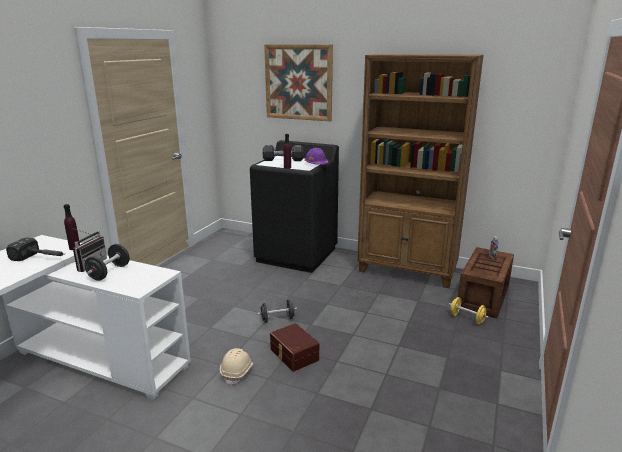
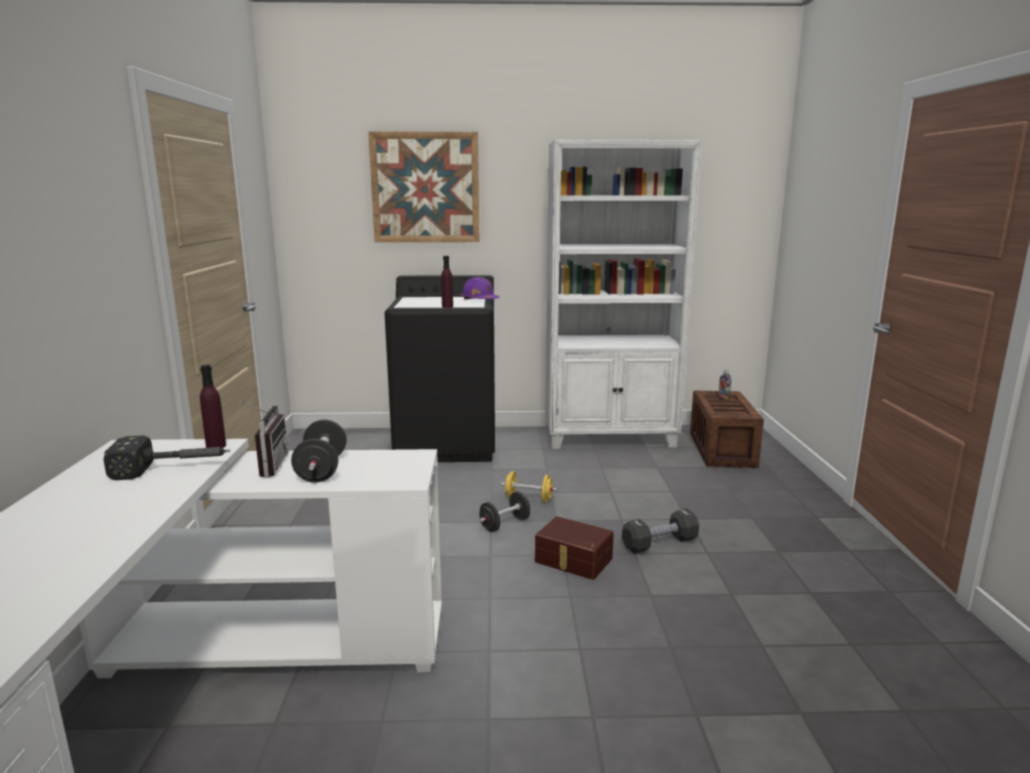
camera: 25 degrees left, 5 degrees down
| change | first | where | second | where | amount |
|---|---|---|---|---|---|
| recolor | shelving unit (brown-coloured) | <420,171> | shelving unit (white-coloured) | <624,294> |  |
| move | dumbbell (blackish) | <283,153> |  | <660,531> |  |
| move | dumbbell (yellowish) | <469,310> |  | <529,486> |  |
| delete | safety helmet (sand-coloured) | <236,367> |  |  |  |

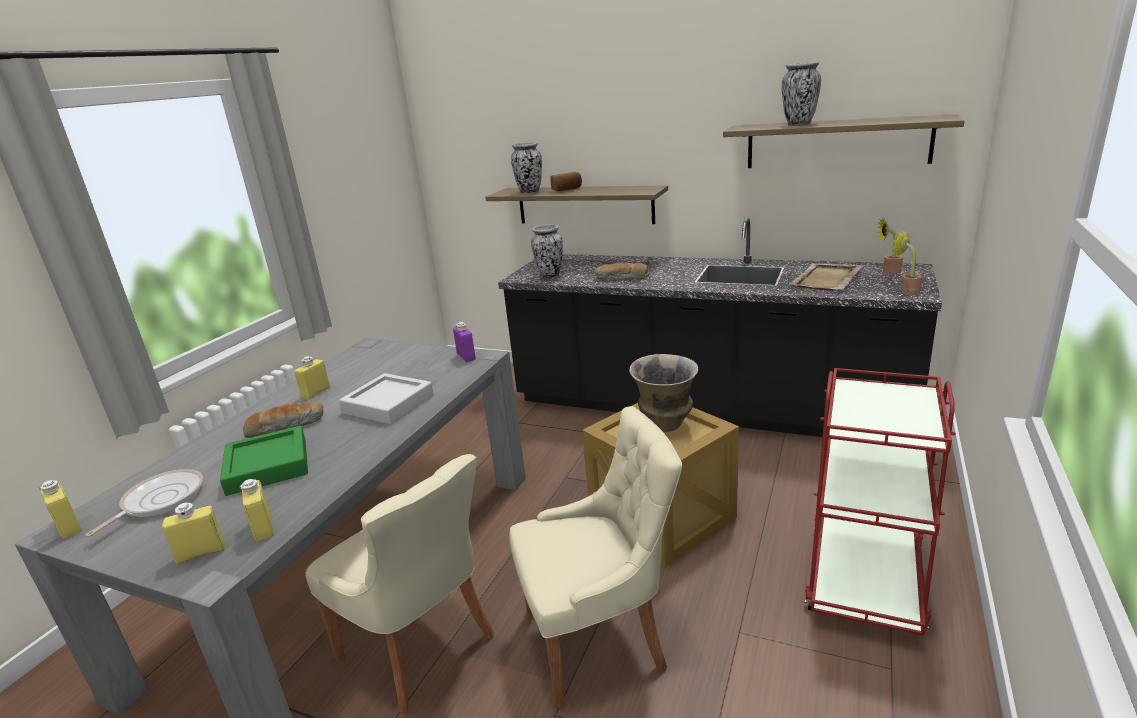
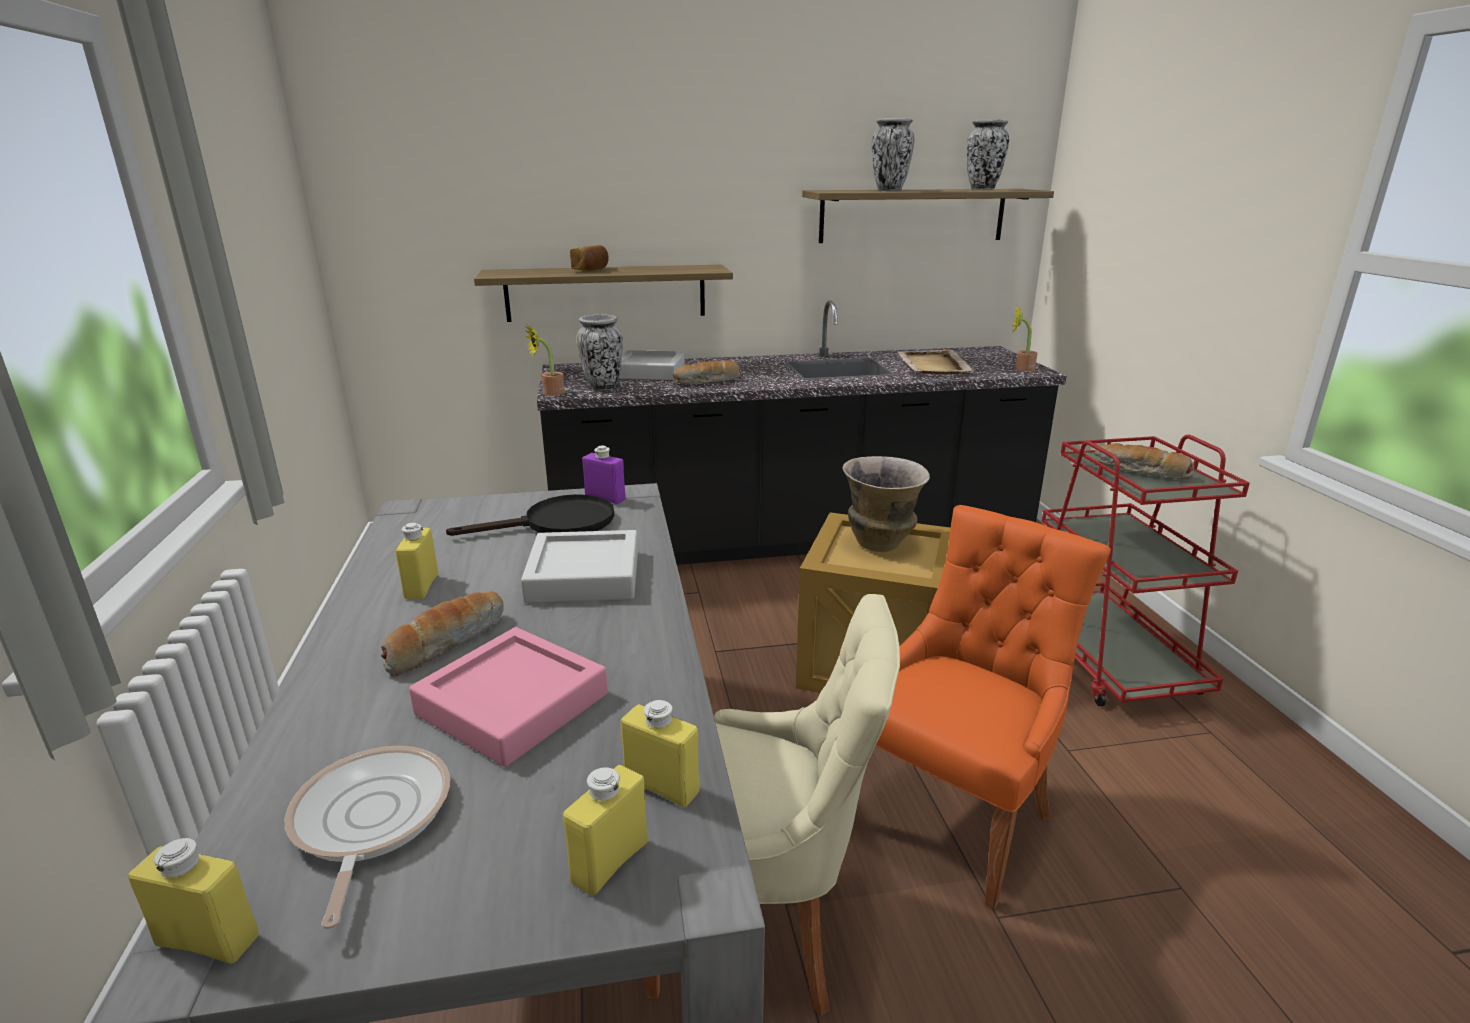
camera: 35 degrees left, 0 degrees up
| change | first | where | second | where | amount |
|---|---|---|---|---|---|
| move | vase | <526,168> |  | <988,154> |  |
| move | potted plant | <890,246> |  | <545,360> |  |
| recolor | chair (sand-coloured) | <595,557> | chair (orange) | <993,707> |  |
| recolor | carrying tray (greenish) | <264,461> | carrying tray (pinkish) | <508,697> |  |
| insert |  |  | carrying tray (grey) | <651,365> |  |
| insert |  |  | baked bread | <1144,461> |  |
| insert |  |  | pan (blackish) | <530,515> |  |

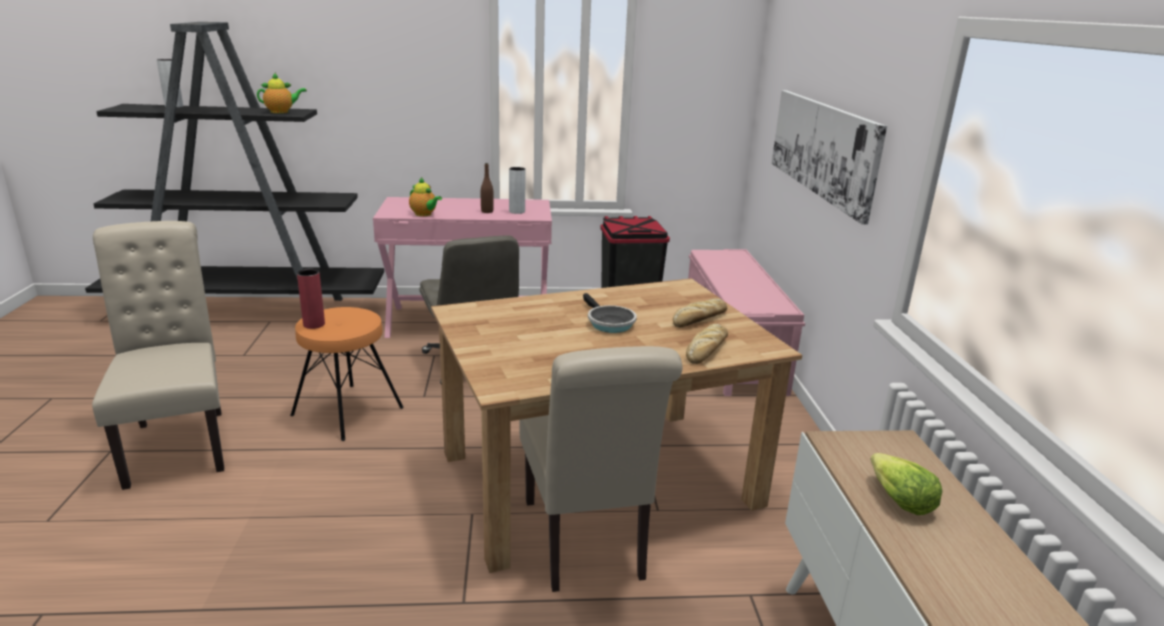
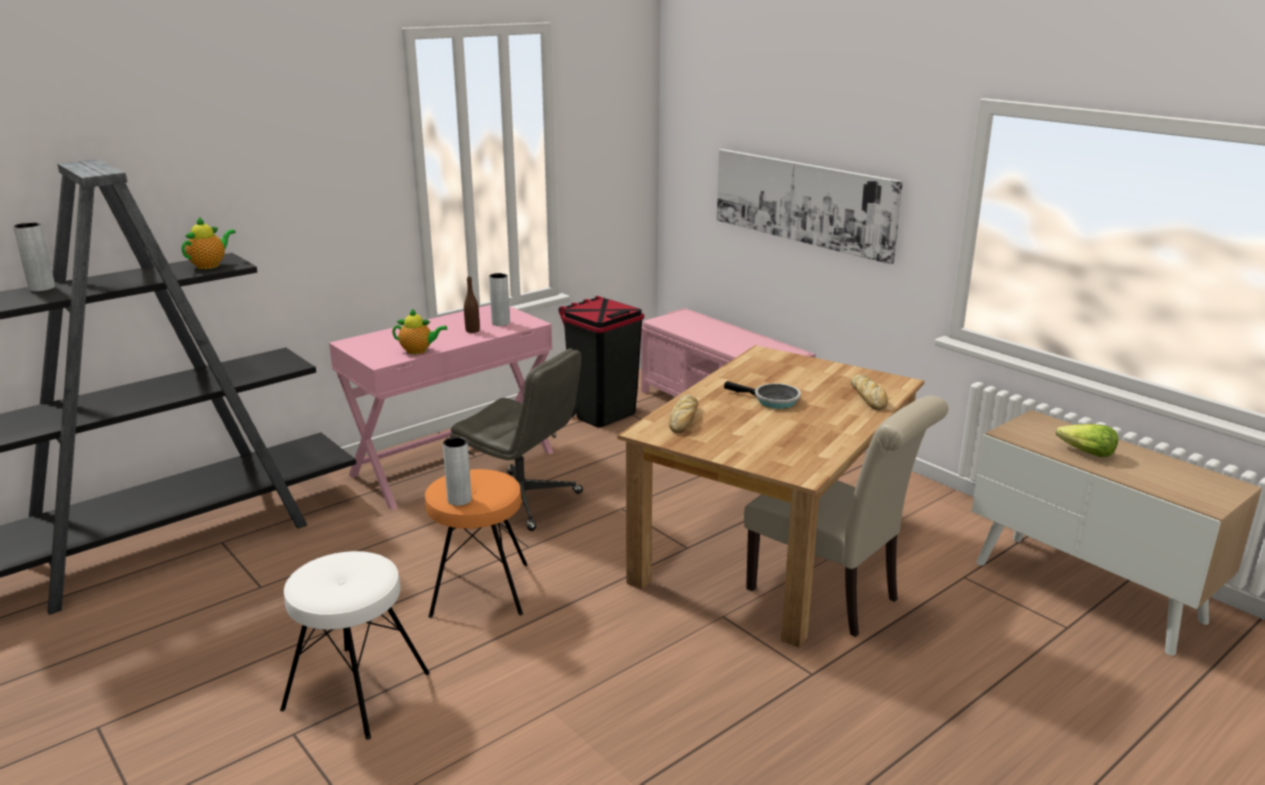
camera: 35 degrees left, 0 degrees up
| change | first | where | second | where | amount |
|---|---|---|---|---|---|
| replace | chair (sand-coloured) | <158,355> | stool (white-coloured) | <355,645> |  |
| recolor | vase (red-coloured) | <311,299> | vase (grey) | <457,471> |  |
| move | baked bread | <700,313> |  | <683,414> |  |

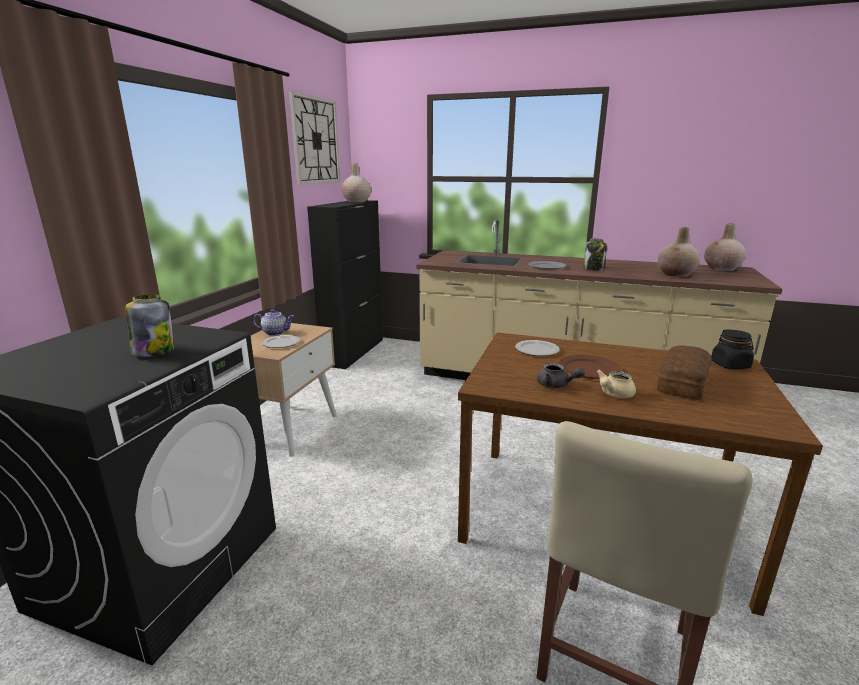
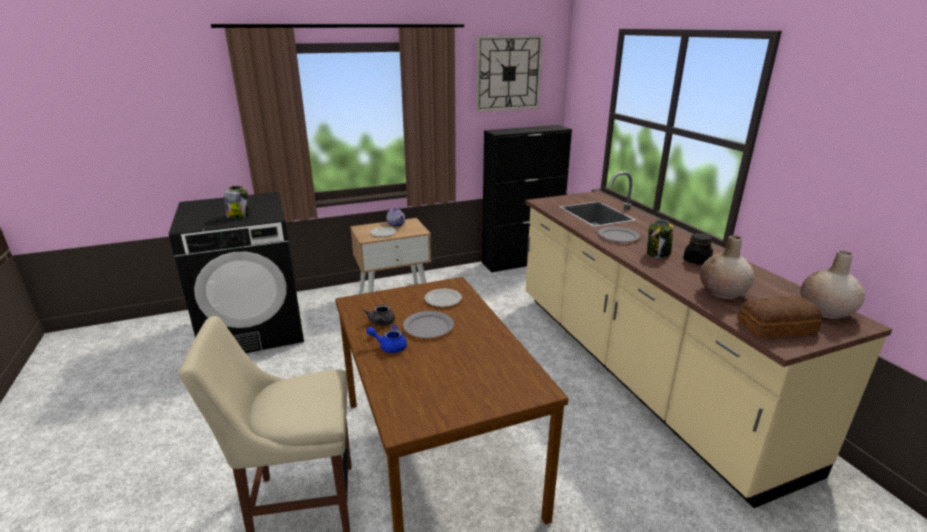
camera: 50 degrees right, 5 degrees up
| change | first | where | second | where | amount |
|---|---|---|---|---|---|
| delete | vase (sand-coloured) | <356,182> |  |  |  |
| move | jar (blackish) | <732,349> |  | <698,249> |  |
| move | baked bread | <684,372> |  | <779,317> |  |
| recolor | dinner plate (brown-coloured) | <590,367> | dinner plate (grey) | <428,324> |  |
| recolor | pot for tea (sand-coloured) | <616,384> | pot for tea (blue-coloured) | <386,338> |  |

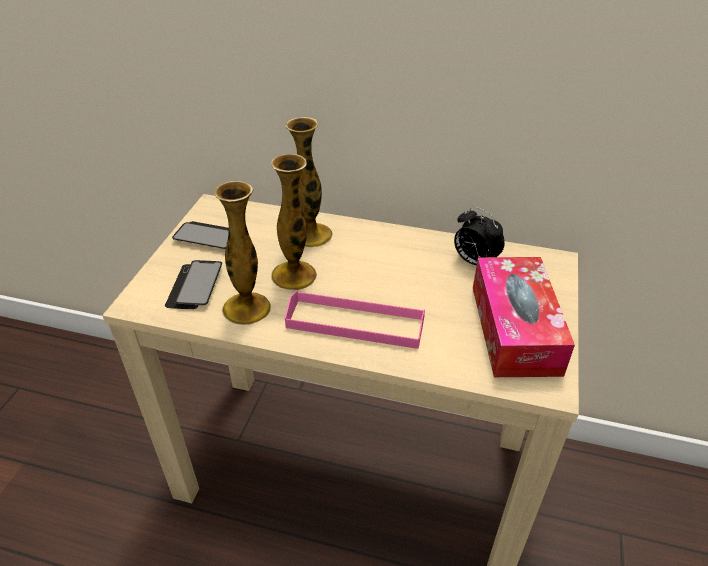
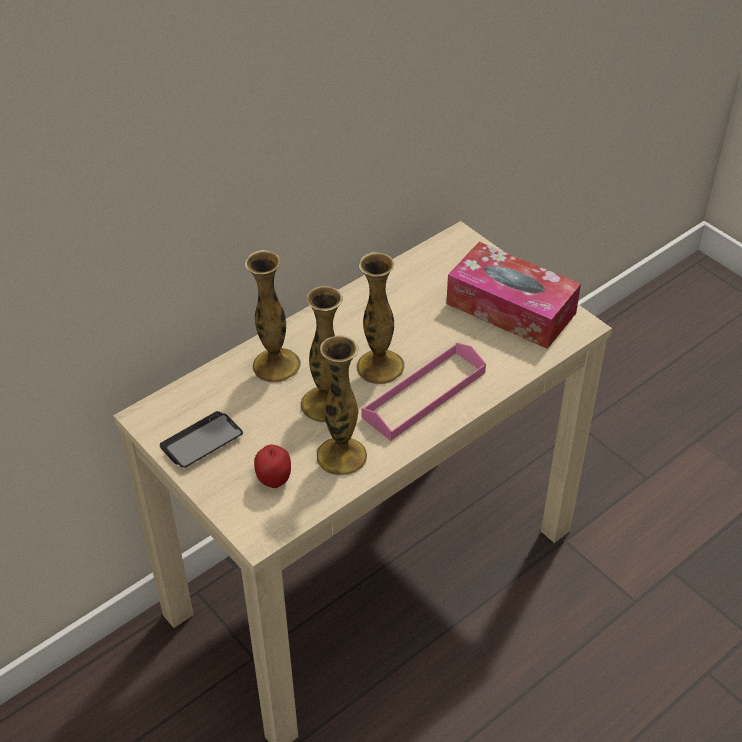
camera: 55 degrees left, 5 degrees up
| change | first | where | second | where | amount |
|---|---|---|---|---|---|
| delete | alarm clock | <479,236> |  |  |  |
| replace | phone | <193,284> | apple fruit | <272,466> |  |
| insert |  |  | vase | <381,318> |  |

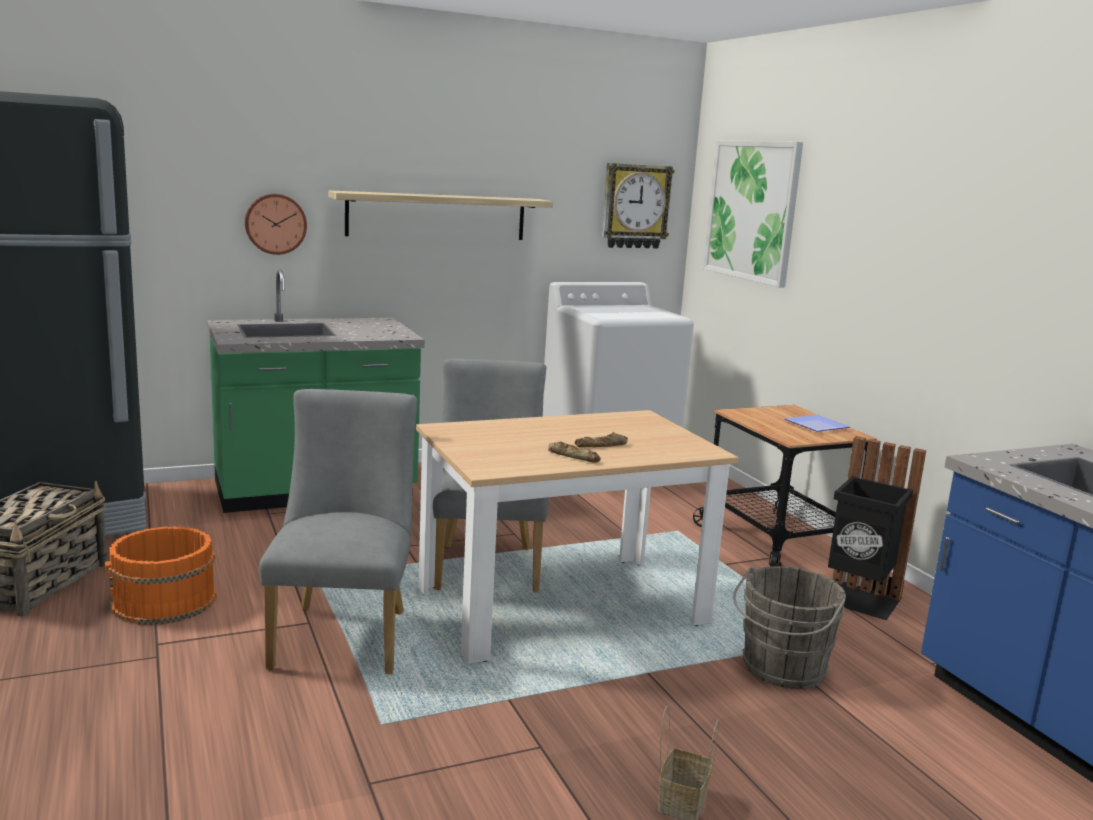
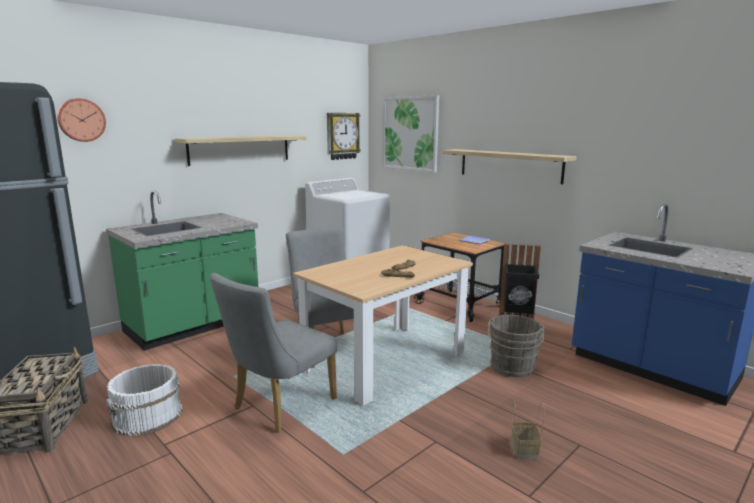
camera: 20 degrees left, 0 degrees up
| change | first | where | second | where | amount |
|---|---|---|---|---|---|
| move | wall clock | <276,224> |  | <81,120> |  |
| rotate | chair (grey) | <338,531> |  | <274,352> | 120 degrees counterclockwise |
| recolor | bucket (orange) | <161,575> | bucket (white-coloured) | <144,400> |  |
| insert |  |  | wall shelf | <509,166> |  |

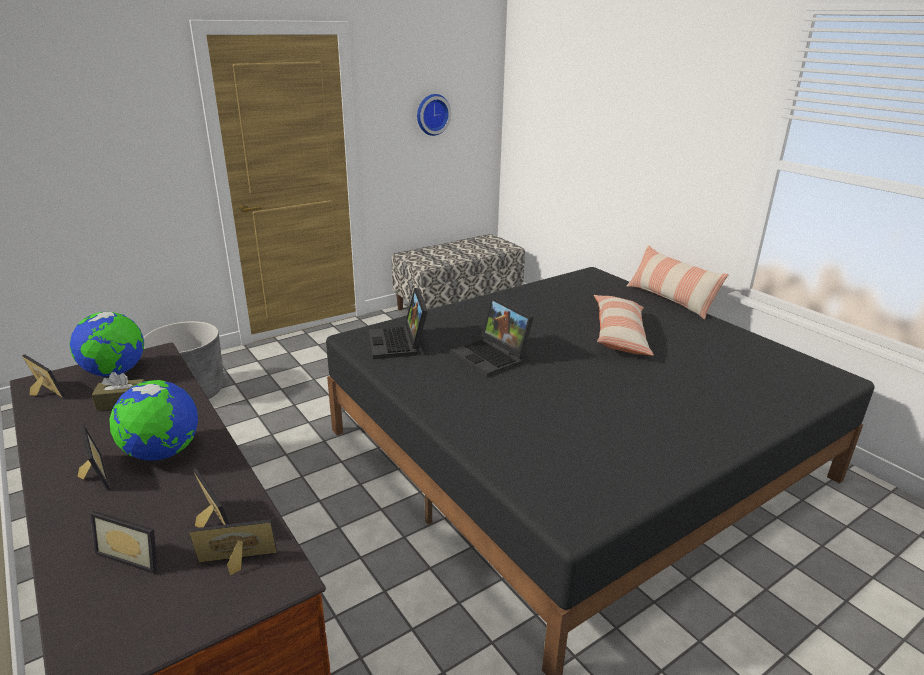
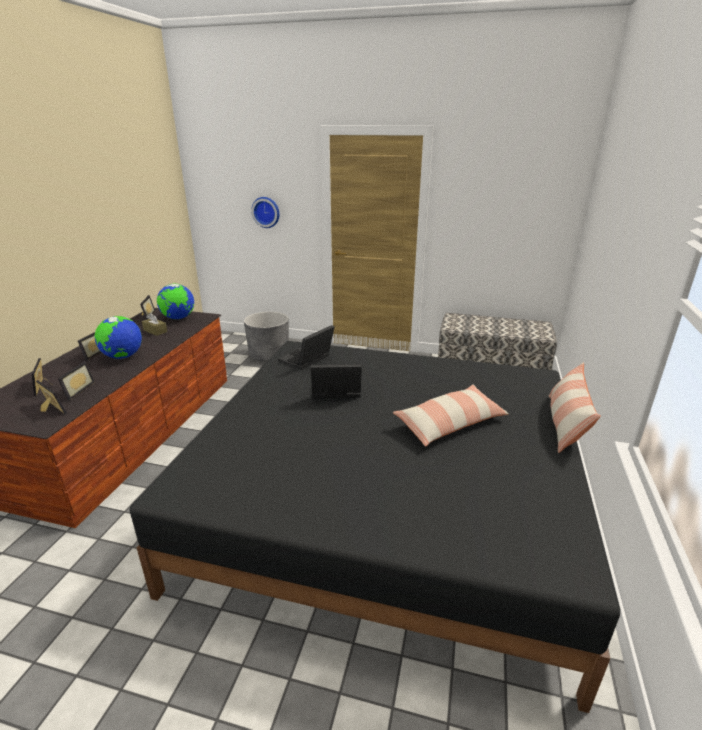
camera: 50 degrees right, 0 degrees up
| change | first | where | second | where | amount |
|---|---|---|---|---|---|
| move | wall clock | <434,115> |  | <265,212> |  |
| rotate | laptop | <492,337> |  | <336,381> | 75 degrees clockwise |

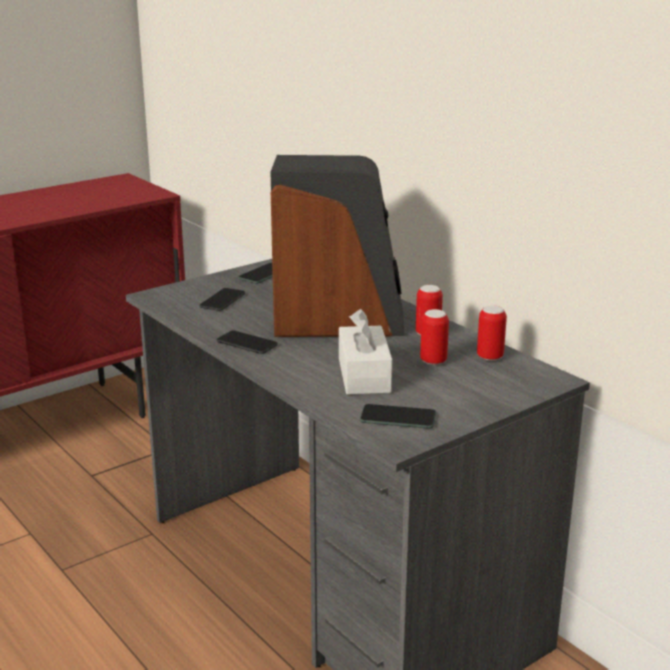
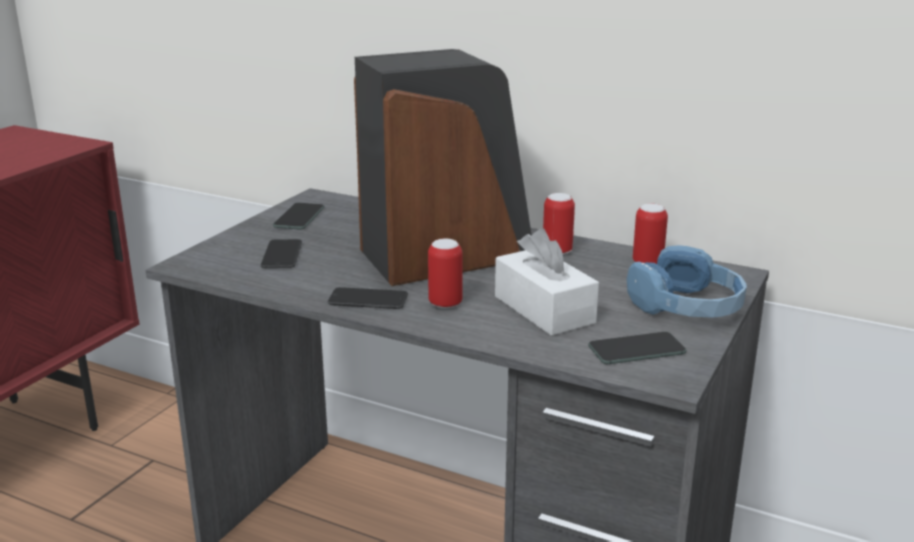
camera: 25 degrees left, 0 degrees up
| change | first | where | second | where | amount |
|---|---|---|---|---|---|
| move | can | <434,337> |  | <445,274> |  |
| insert |  |  | headphones (blue-coloured) | <687,281> |  |

